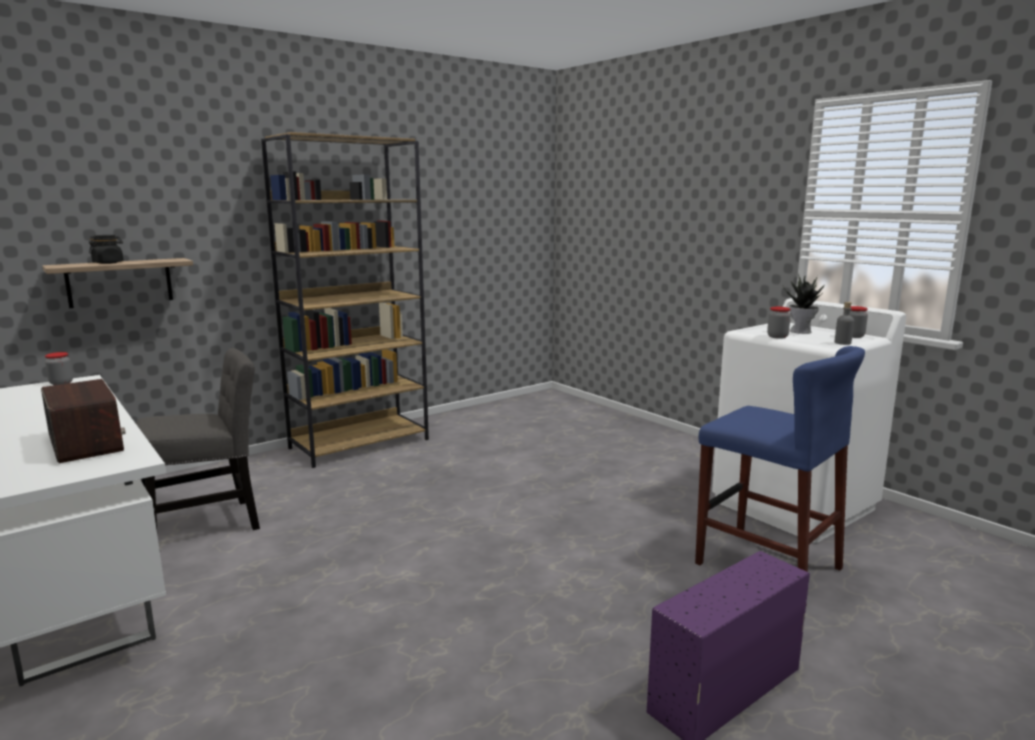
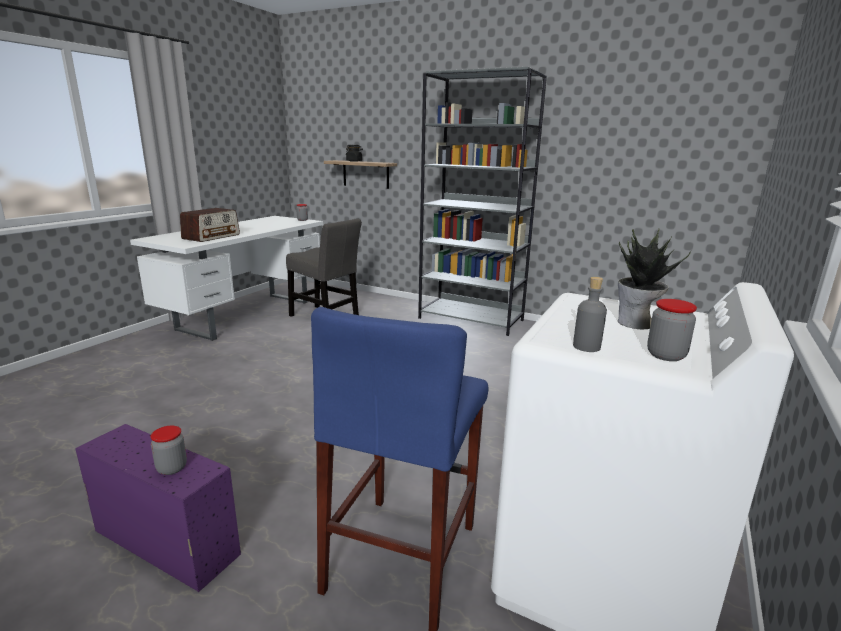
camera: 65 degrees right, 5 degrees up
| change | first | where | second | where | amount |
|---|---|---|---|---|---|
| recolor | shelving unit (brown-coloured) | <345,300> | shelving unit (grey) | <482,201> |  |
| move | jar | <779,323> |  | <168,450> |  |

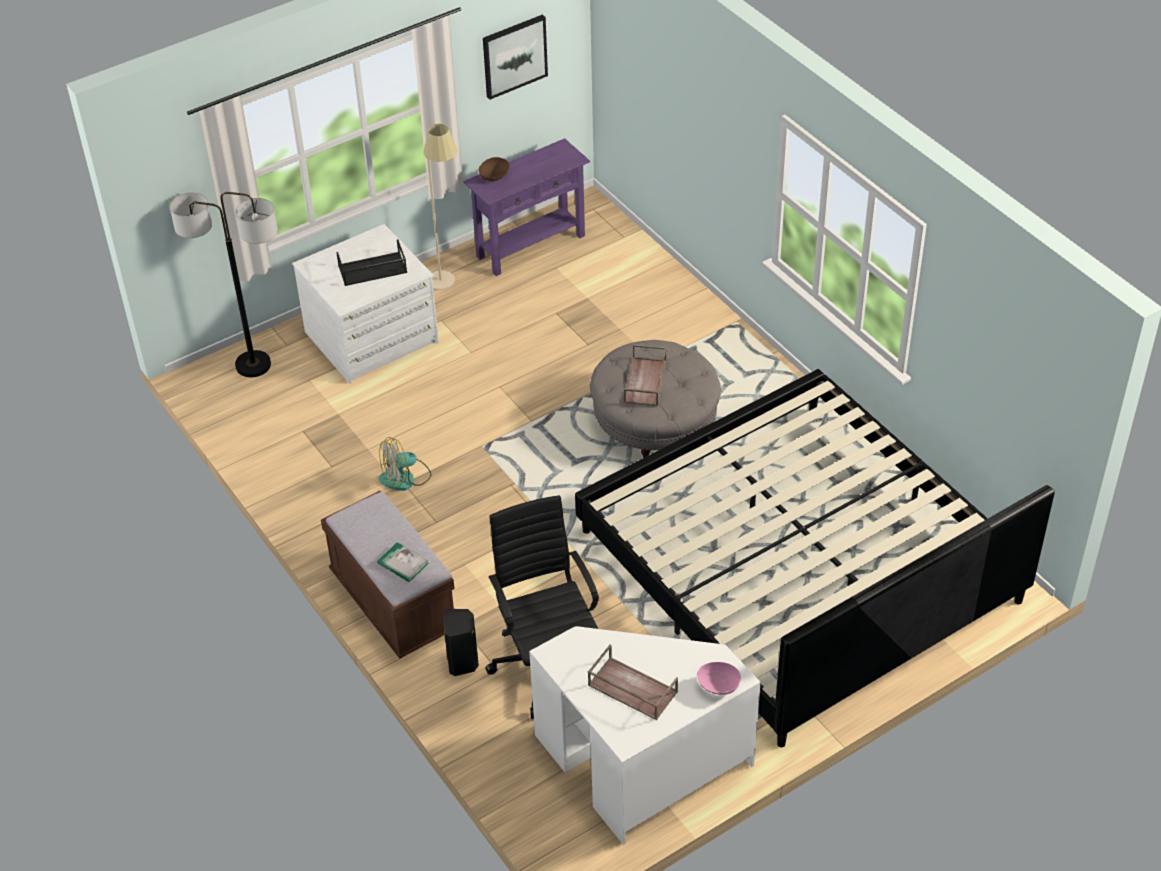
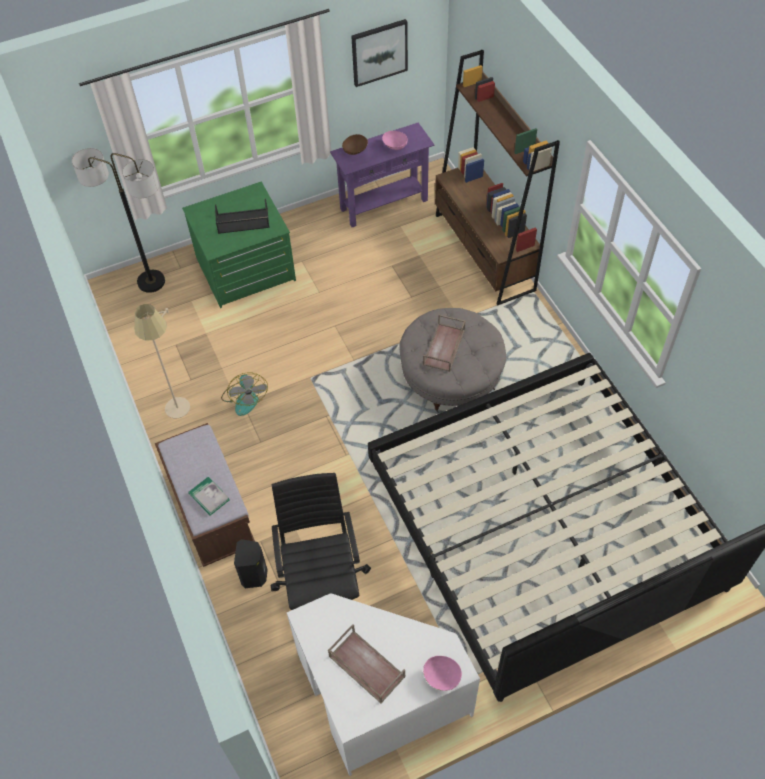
camera: 10 degrees right, 10 degrees up
| change | first | where | second | where | amount |
|---|---|---|---|---|---|
| move | floor lamp (sand-coloured) | <440,207> |  | <162,361> |  |
| recolor | drawer chest (white-coloured) | <365,304> | drawer chest (greenish) | <239,245> |  |
| rotate | fan | <405,464> |  | <244,394> | 90 degrees counterclockwise |
| insert |  |  | shelving unit (brown-coloured) | <497,177> |  |
| insert |  |  | deep dish (pinkish) | <395,140> |  |

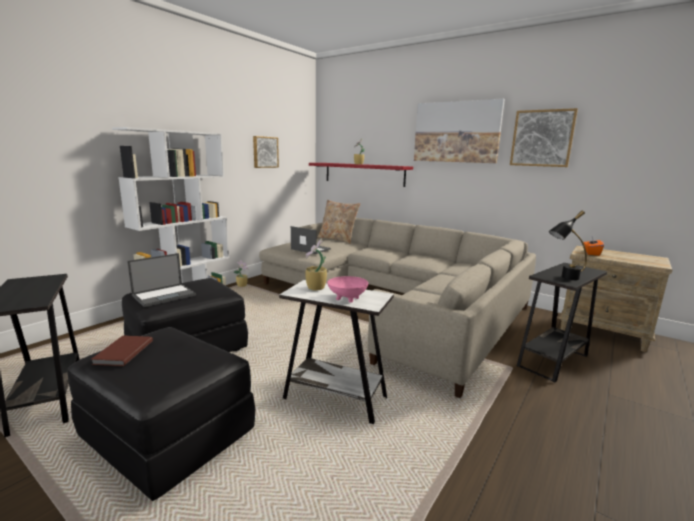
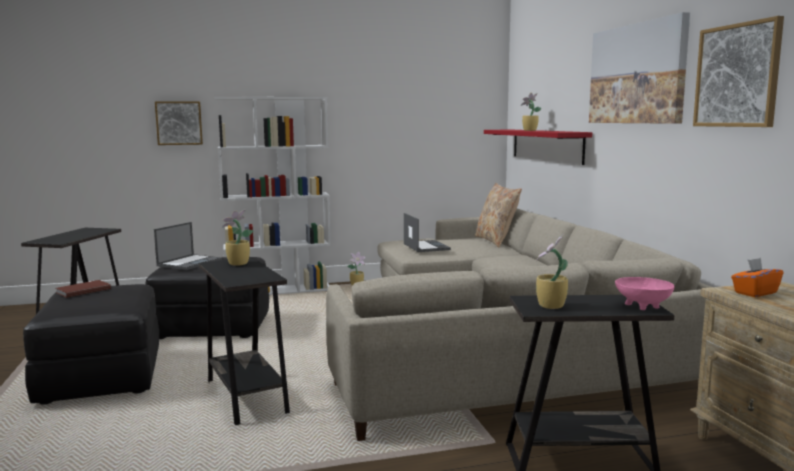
camera: 40 degrees right, 5 degrees down
| change | first | where | second | where | amount |
|---|---|---|---|---|---|
| move | wall art | <266,152> |  | <179,123> |  |
| replace | table lamp (blackish) | <568,245> | potted plant | <552,272> |  |
| rotate | laptop | <161,280> |  | <188,246> | 60 degrees counterclockwise |
| move | deep dish (pinkish) | <347,289> |  | <644,293> |  |
| recolor | end table (white-coloured) | <336,352> | end table (blackish) | <244,341> |  |

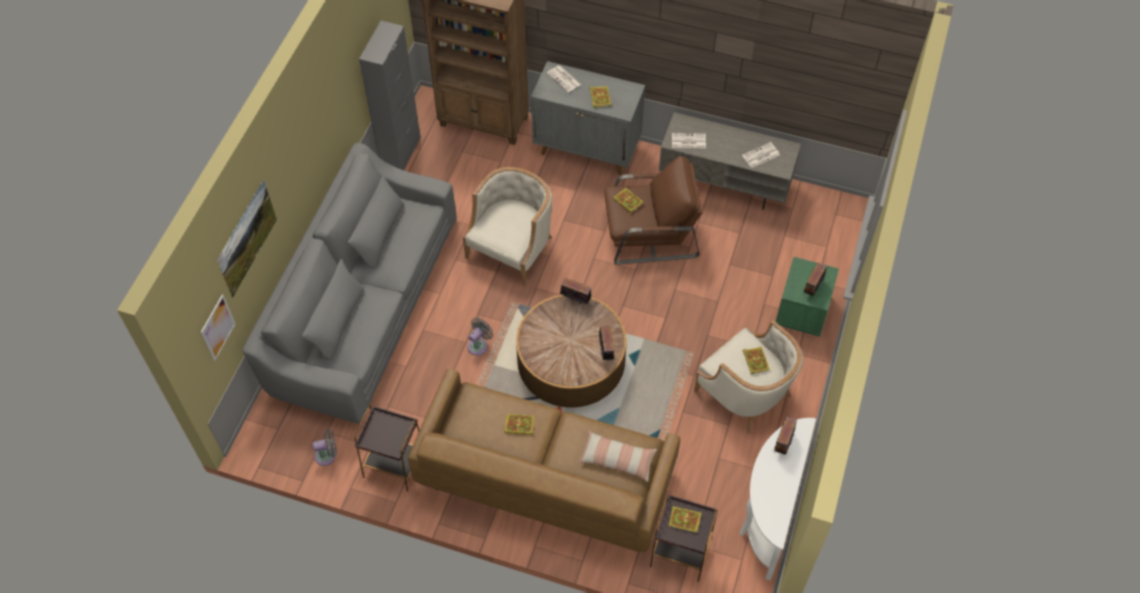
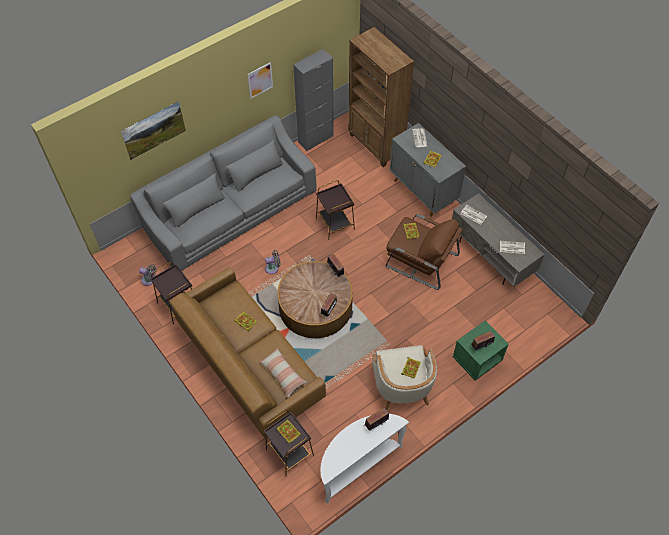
camera: 35 degrees right, 0 degrees up
| change | first | where | second | where | amount |
|---|---|---|---|---|---|
| replace | lounge chair (sand-coloured) | <507,226> | end table (brown-coloured) | <335,210> |  |
| move | wall art | <218,327> |  | <260,80> |  |

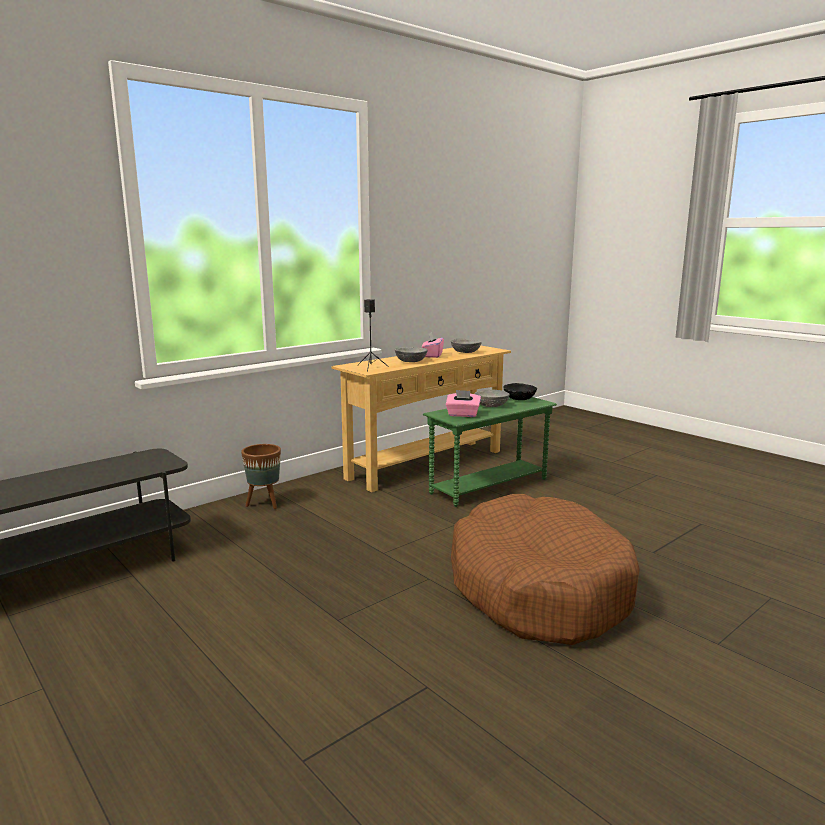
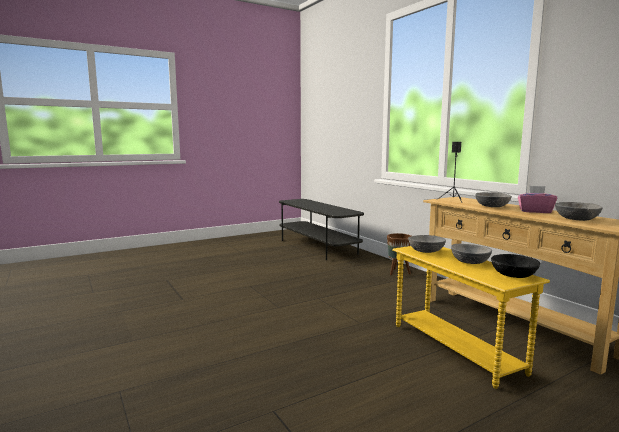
camera: 100 degrees right, 5 degrees down
| change | first | where | second | where | amount |
|---|---|---|---|---|---|
| replace | tissue holder (pinkish) | <463,403> | deep dish (grey) | <427,244> |  |
| recolor | end table (greenish) | <490,452> | end table (yellowish) | <471,317> |  |
| delete | dog bed (brown-coloured) | <545,569> |  |  |  |

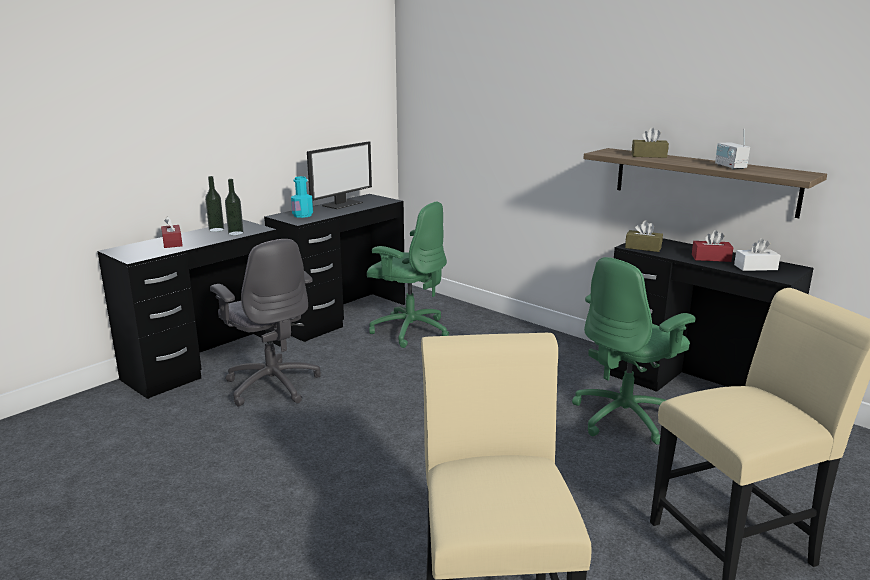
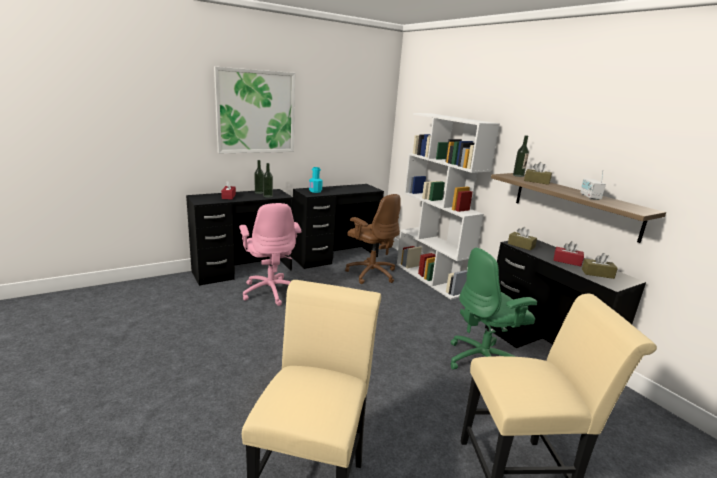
camera: 15 degrees right, 0 degrees up
| change | first | where | second | where | amount |
|---|---|---|---|---|---|
| delete | monitor | <339,175> |  |  |  |
| recolor | office chair (greenish) | <408,275> | office chair (brown-coloured) | <373,239> |  |
| recolor | tissue holder (white-coloured) | <757,254> | tissue holder (brown-coloured) | <600,266> |  |
| recolor | office chair (grey) | <265,323> | office chair (pinkish) | <270,254> |  |
| insert |  |  | wall art | <254,110> |  |
| insert |  |  | shelving unit (white-coloured) | <448,206> |  |
| insert |  |  | bottle | <521,156> |  |

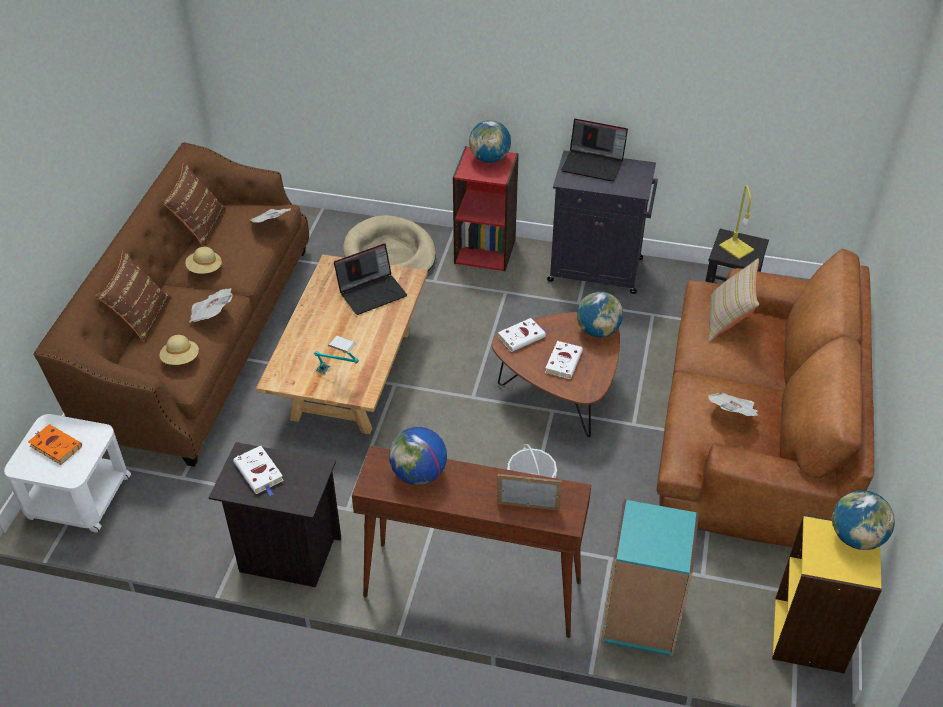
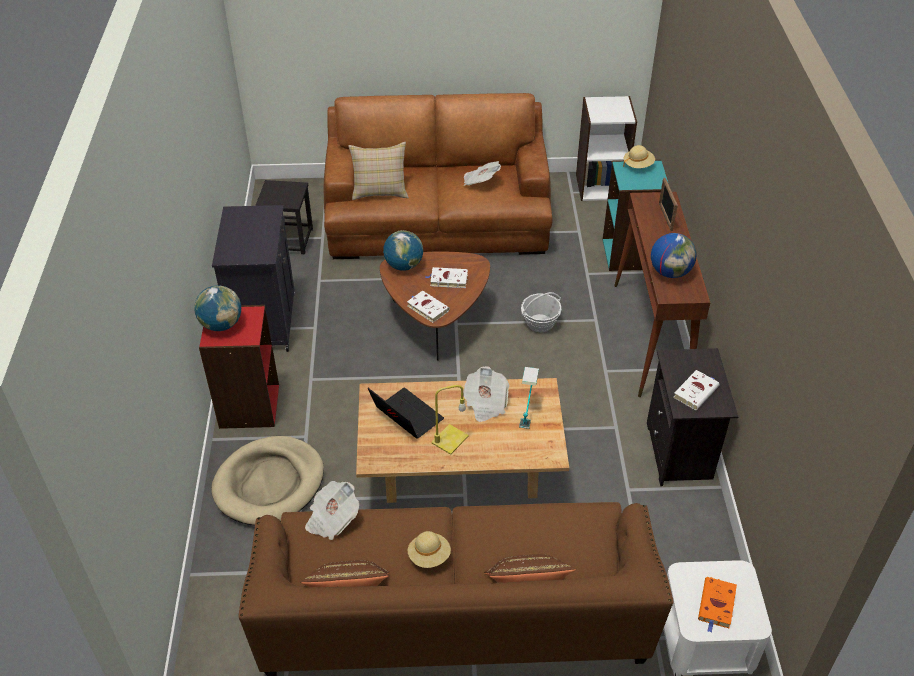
camera: 105 degrees left, 0 degrees up
| change | first | where | second | where | amount |
|---|---|---|---|---|---|
| delete | laptop | <594,150> |  |  |  |
| move | table lamp (yellowish) | <736,222> |  | <450,420> |  |
| move | daily paper | <211,305> |  | <486,394> |  |
| move | hat (sand-coloured) | <179,350> |  | <639,156> |  |
| delete | globe | <863,520> |  |  |  |
| recolor | shelving unit (yellowish) | <827,594> | shelving unit (white-coloured) | <606,148> |  |

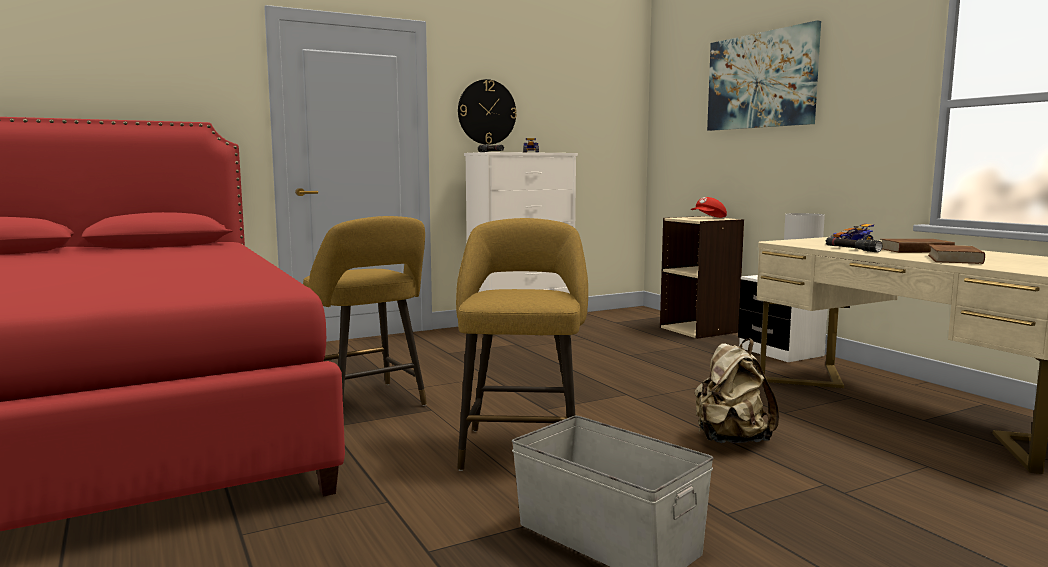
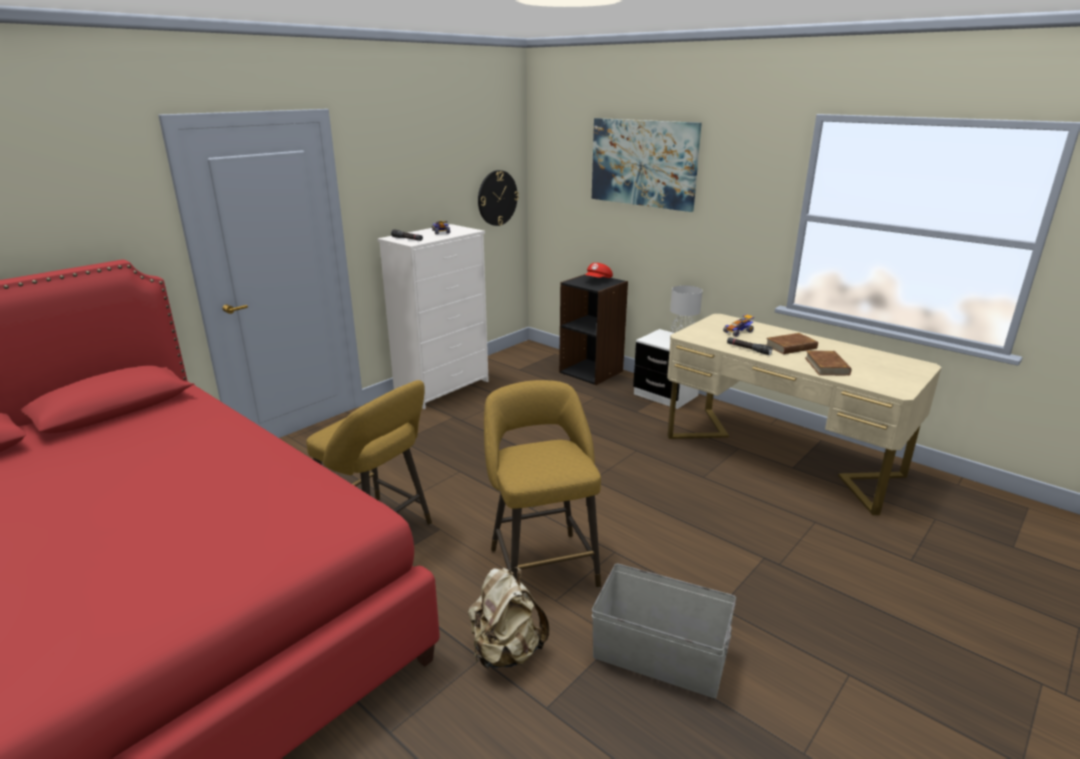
camera: 20 degrees left, 15 degrees up
| change | first | where | second | where | amount |
|---|---|---|---|---|---|
| move | wall clock | <487,112> |  | <498,198> |  |
| recolor | shelving unit (sand-coloured) | <702,277> | shelving unit (blackish) | <593,329> |  |
| move | backpack (sand-coloured) | <736,391> |  | <508,618> |  |

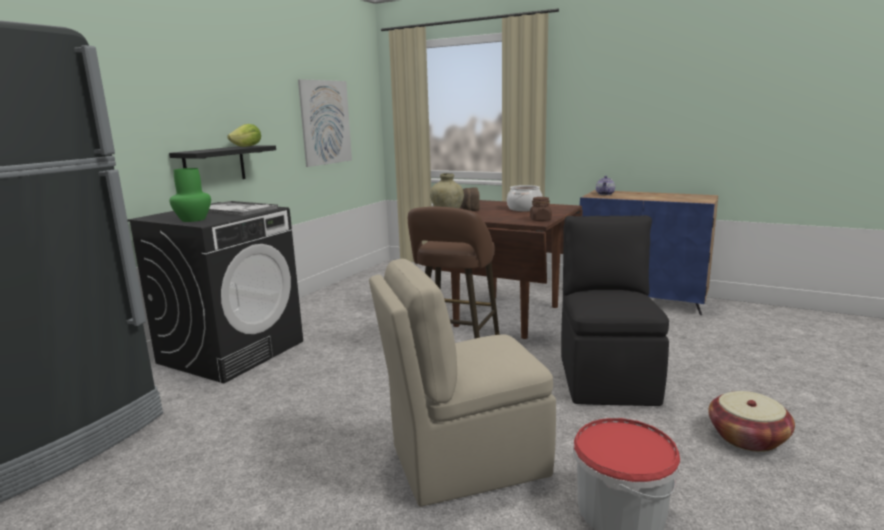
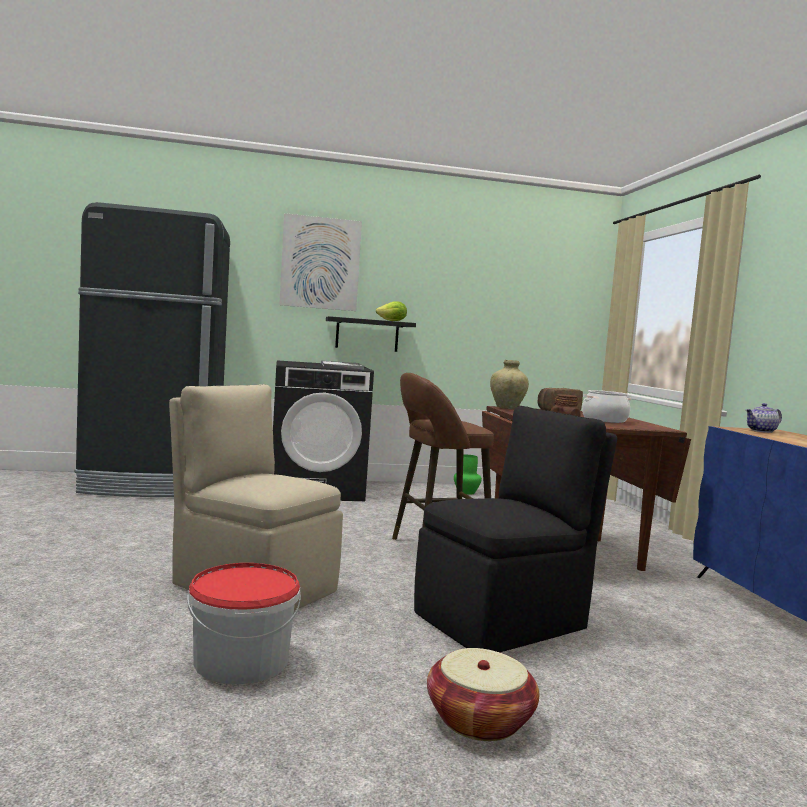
camera: 50 degrees right, 10 degrees down
| change | first | where | second | where | amount |
|---|---|---|---|---|---|
| move | wall art | <325,123> |  | <320,262> |  |
| move | vase (greenish) | <190,195> |  | <468,475> |  |

